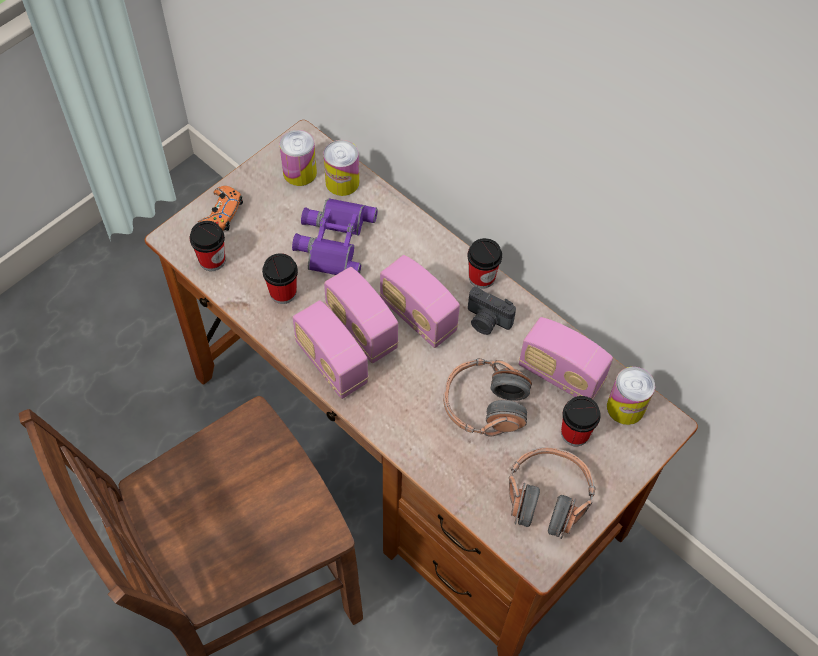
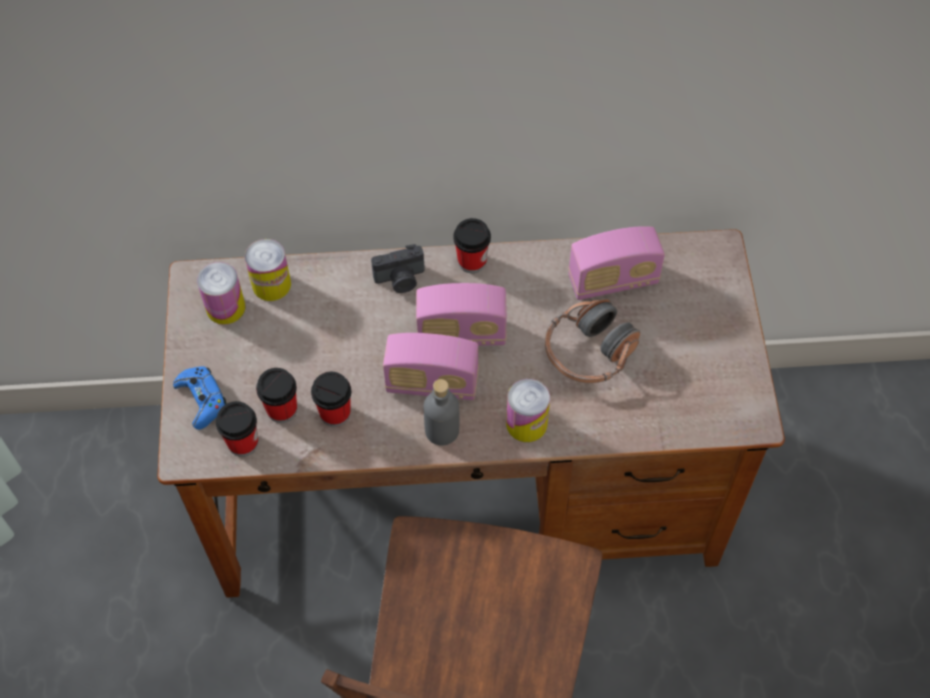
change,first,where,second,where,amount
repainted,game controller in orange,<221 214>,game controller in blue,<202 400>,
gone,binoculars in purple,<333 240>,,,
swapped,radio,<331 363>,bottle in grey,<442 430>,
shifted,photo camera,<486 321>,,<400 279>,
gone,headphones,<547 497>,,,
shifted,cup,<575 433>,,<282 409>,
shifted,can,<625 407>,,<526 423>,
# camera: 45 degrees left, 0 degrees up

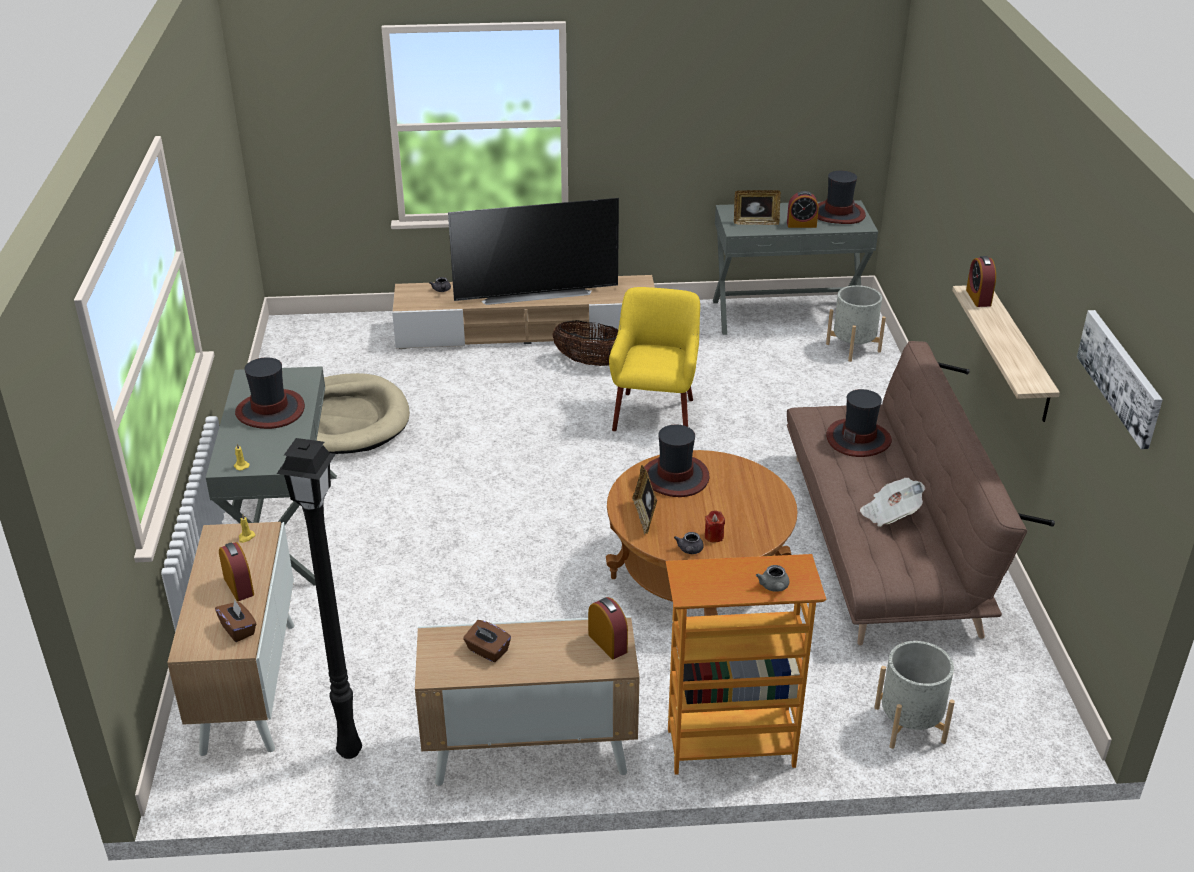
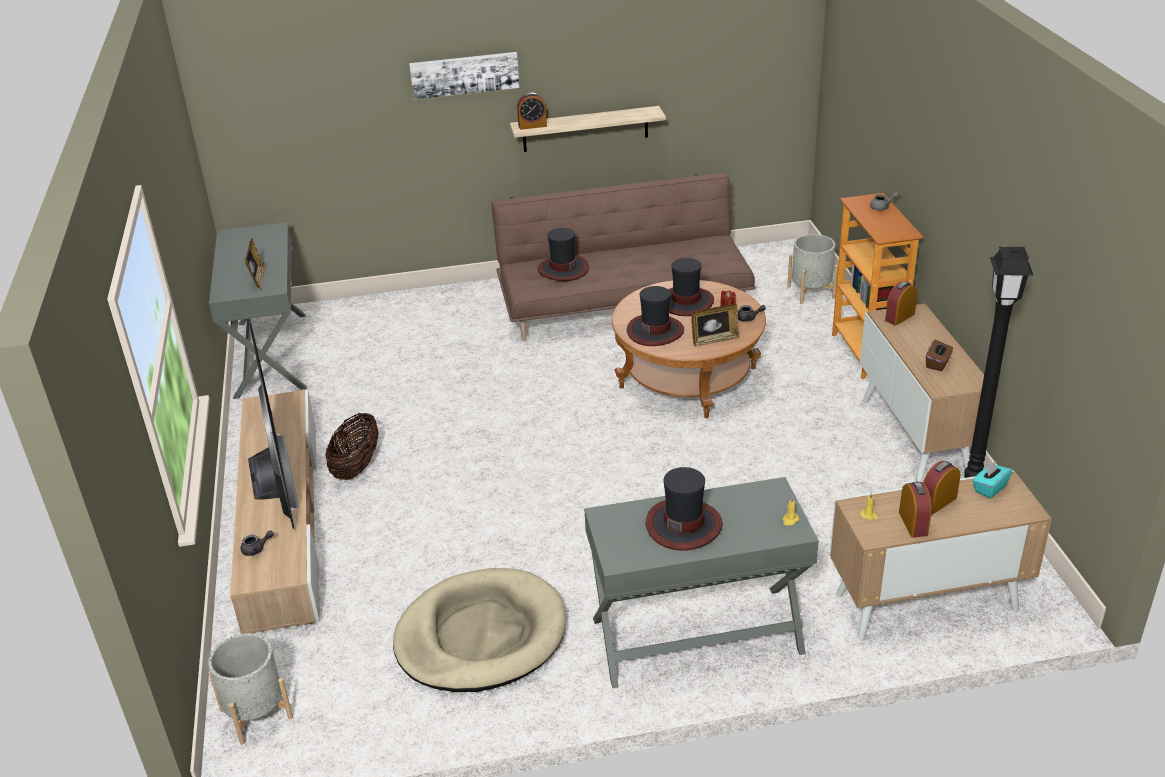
change,first,where,second,where,amount
repainted,tissue box in brown,<238 629>,tissue box in turquoise,<989 488>,
gone,armchair in yellow,<655 414>,,,
shifted,alarm clock,<801 225>,,<913 523>,
shifted,hat,<838 214>,,<686 302>,
shifted,planter in grey,<853 348>,,<256 714>,
gone,newspaper,<890 514>,,,
shifted,picture,<1121 376>,,<464 74>,
# camera: 95 degrees left, 0 degrees up

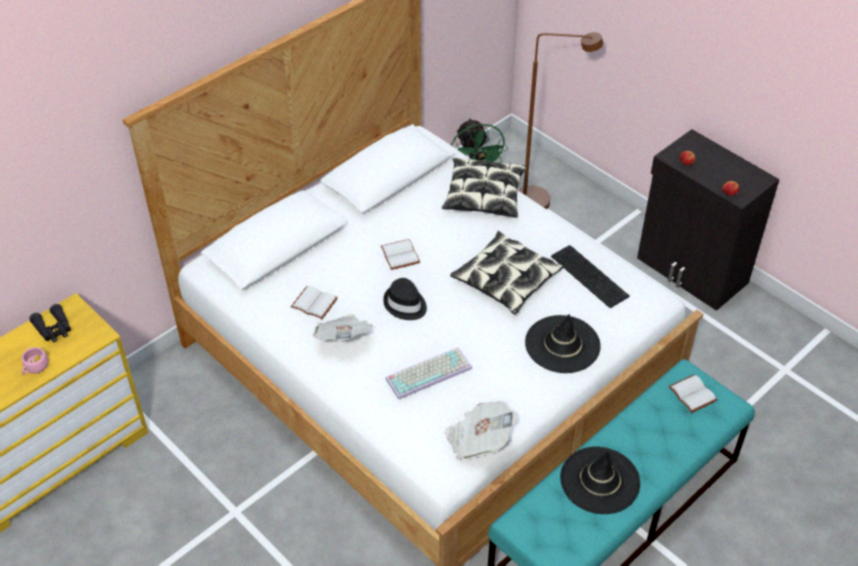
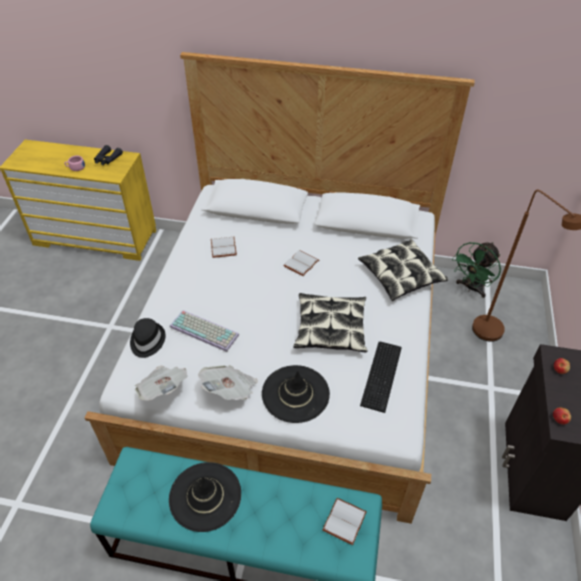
change,first,where,second,where,amount
shifted,newspaper,<343 338>,,<230 390>,
shifted,hat in black,<405 304>,,<147 341>,
# camera: 55 degrees right, 0 degrees up

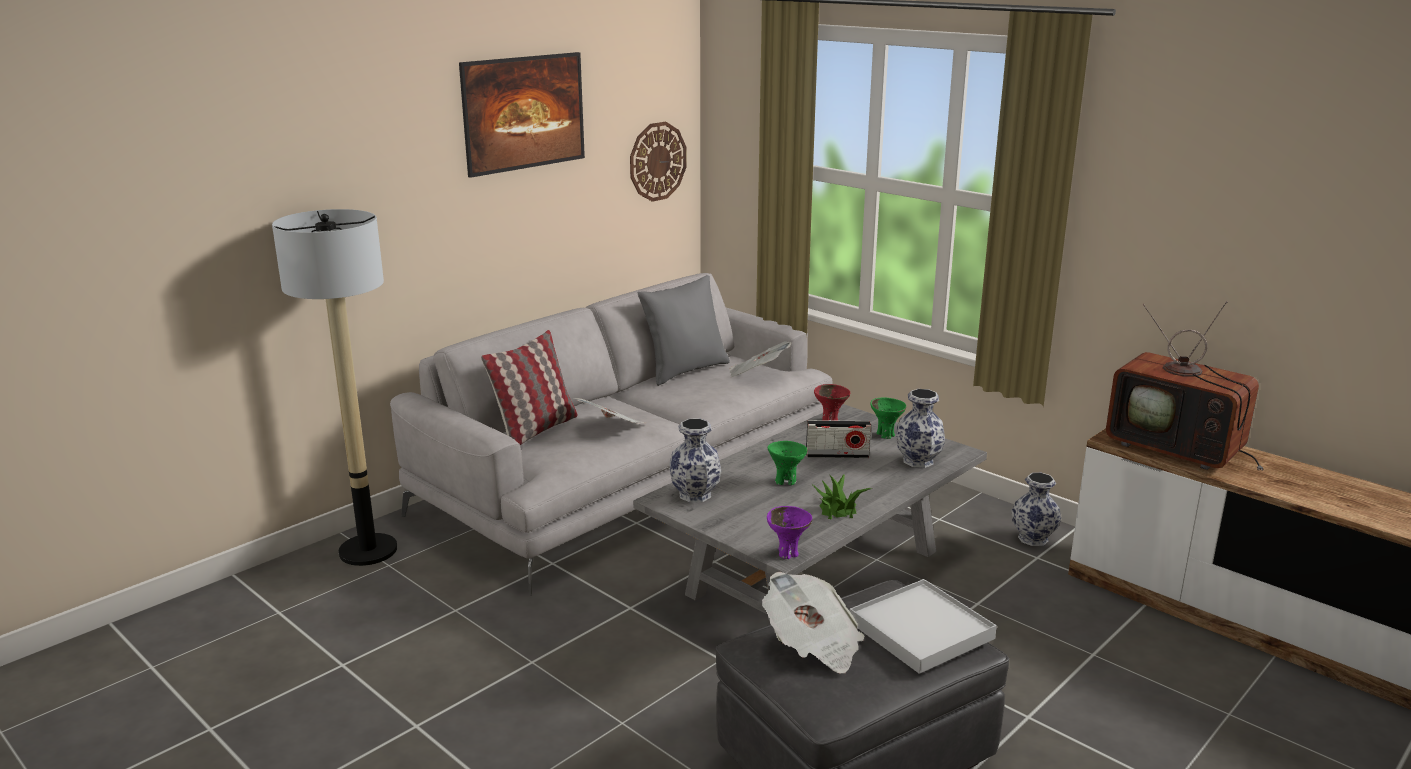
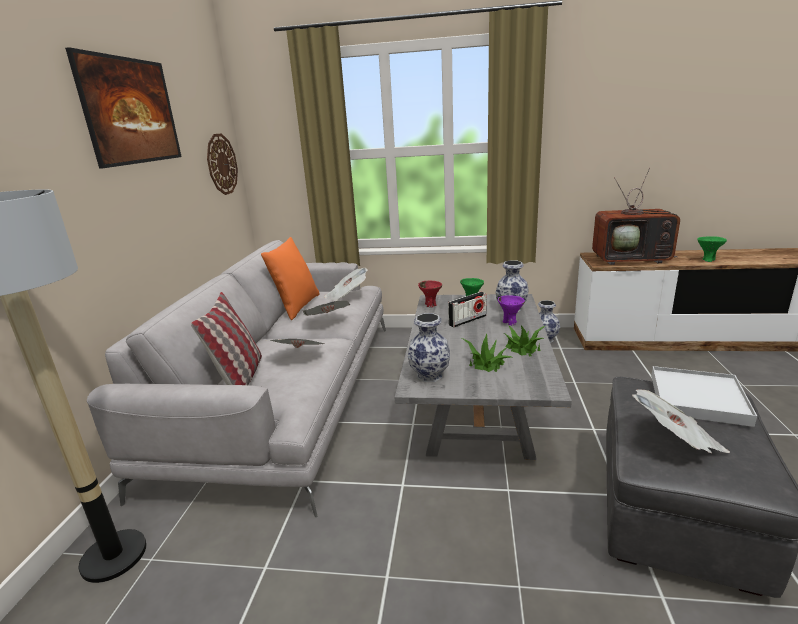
change,first,where,second,where,amount
repainted,pillow in grey,<685 370>,pillow in orange,<297 307>,
shifted,bowl in purple,<787 553>,,<510 322>,
shifted,bowl in green,<785 481>,,<708 260>,
new,,,newspaper,<327 321>,
new,,,potted plant,<486 363>,
# camera: 35 degrees left, 0 degrees up

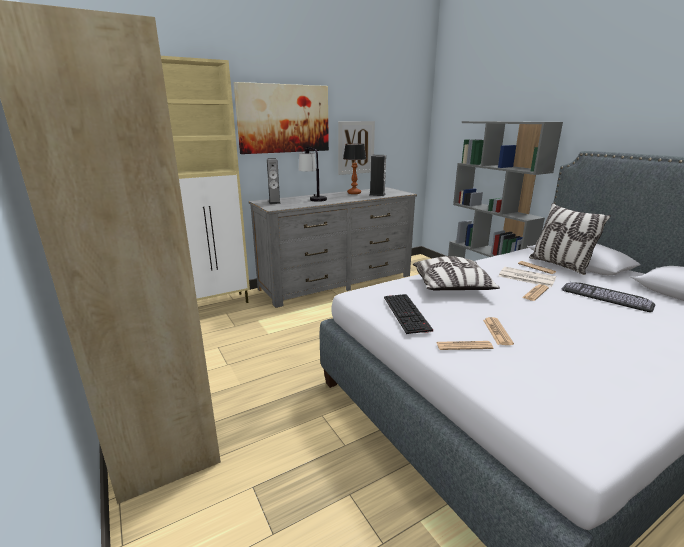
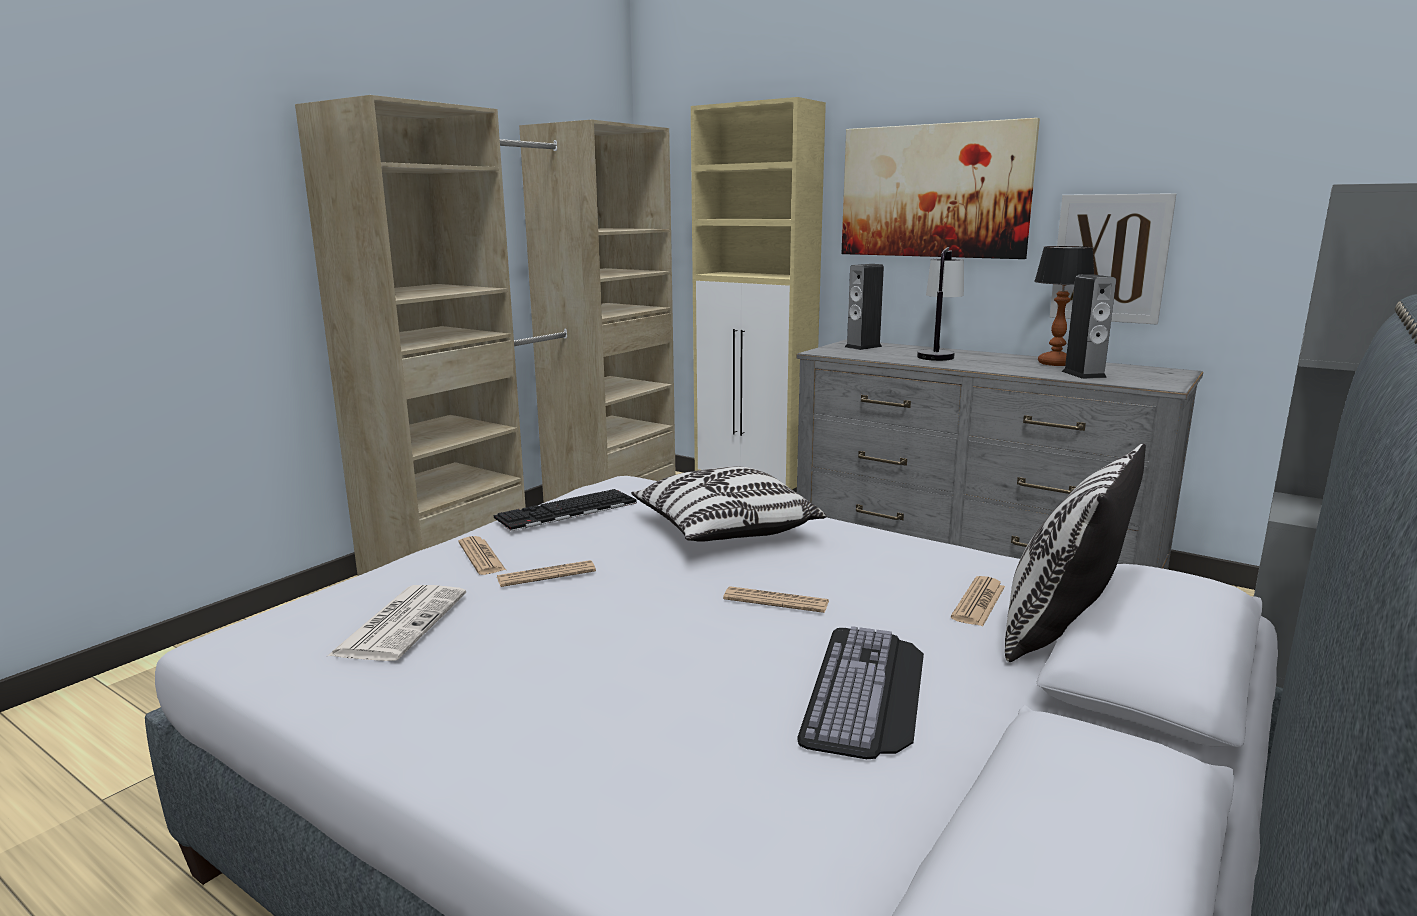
change,first,where,second,where,amount
shifted,newspaper,<525 277>,,<401 623>,
# camera: 65 degrees right, 5 degrees down

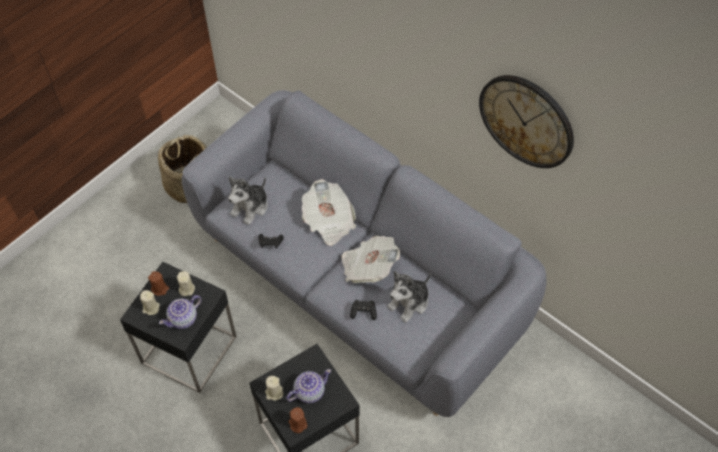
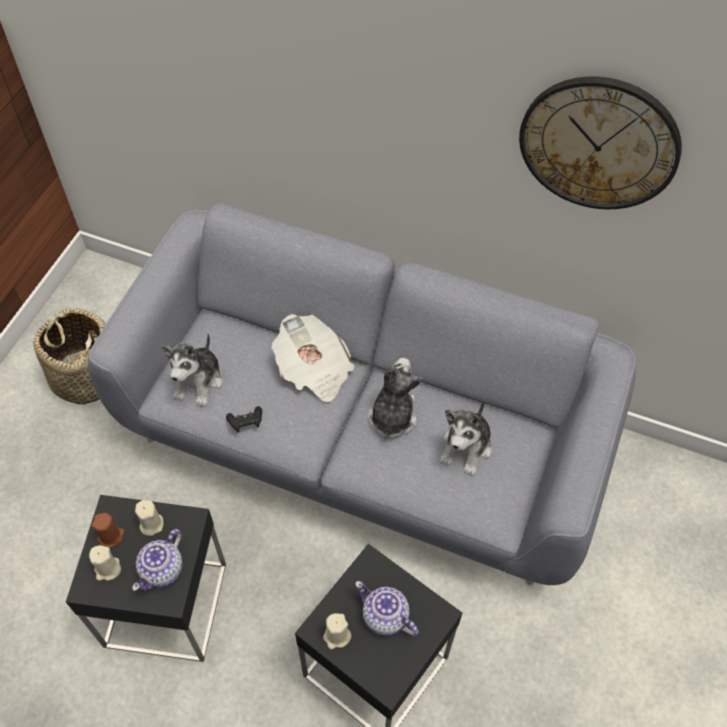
change,first,where,second,where,amount
rotated,teapot,<309 391>,,<385 617>,90 degrees counterclockwise
gone,candle in brown,<298 424>,,,
swapped,newspaper,<368 267>,plush toy,<392 416>,
gone,game controller in black,<363 312>,,,
# camera: 20 degrees left, 0 degrees up

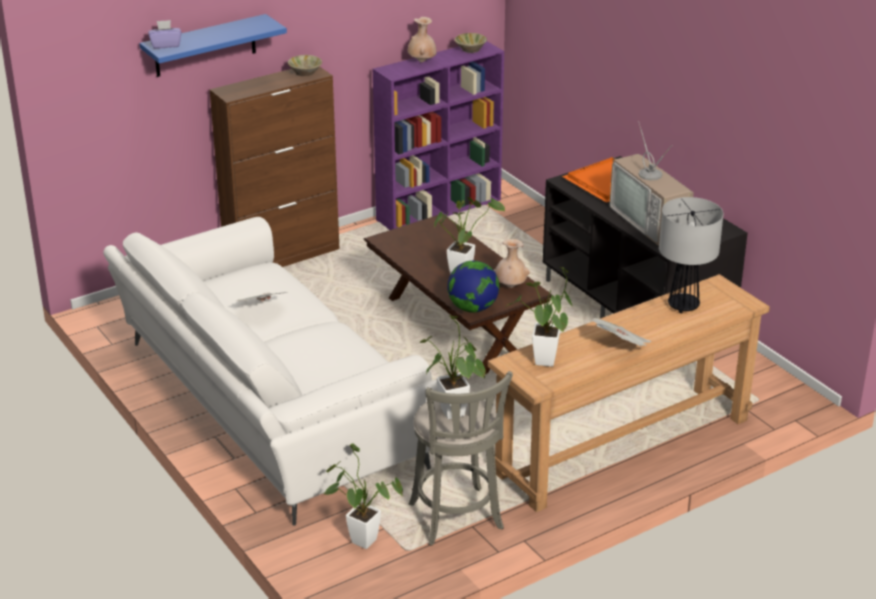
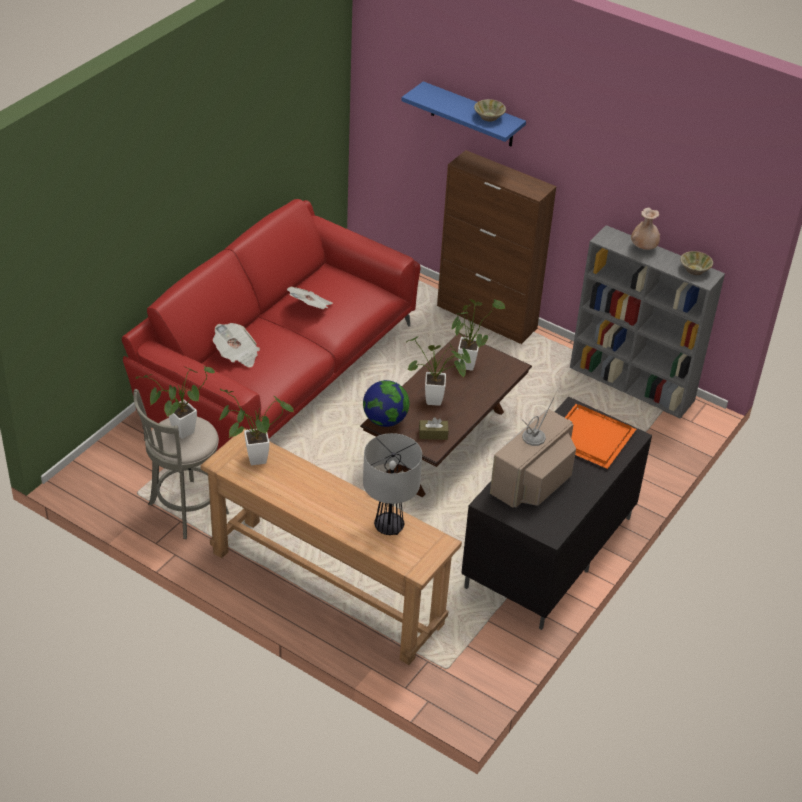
change,first,where,second,where,amount
repainted,sofa in white,<267 405>,sofa in red,<278 371>,
gone,tissue box in purple,<166 45>,,,
shifted,bowl in beige,<305 72>,,<489 117>,
shifted,potted plant,<359 539>,,<468 362>,
repainted,bookcase in purple,<440 209>,bookcase in grey,<633 384>,
swapped,vase in beige,<510 286>,tissue box in brown,<433 434>,
shifted,newspaper,<621 346>,,<237 355>,
# camera: 65 degrees right, 10 degrees up

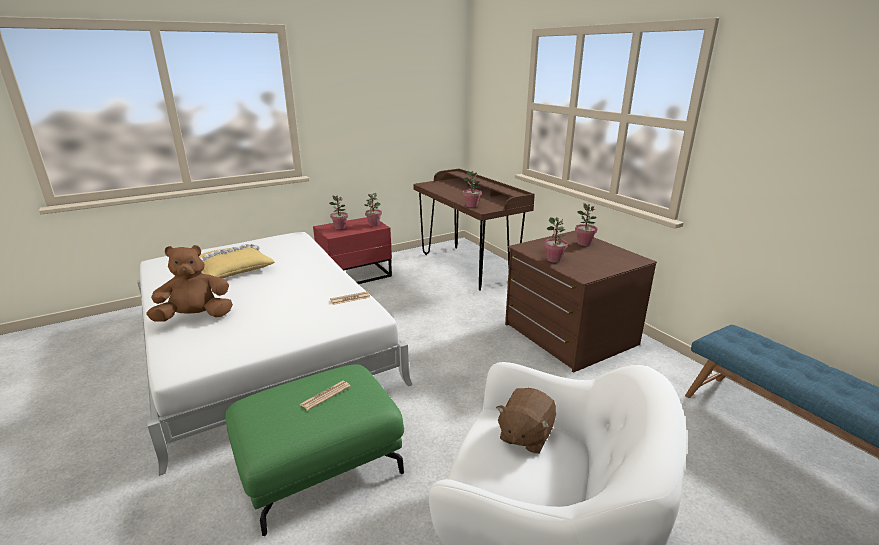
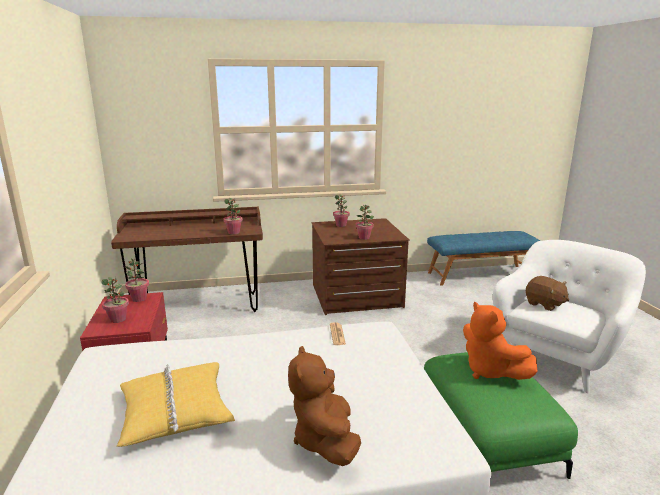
change,first,where,second,where,amount
swapped,newspaper,<325 395>,plush toy in orange,<490 371>,
# camera: 70 degrees left, 5 degrees down

